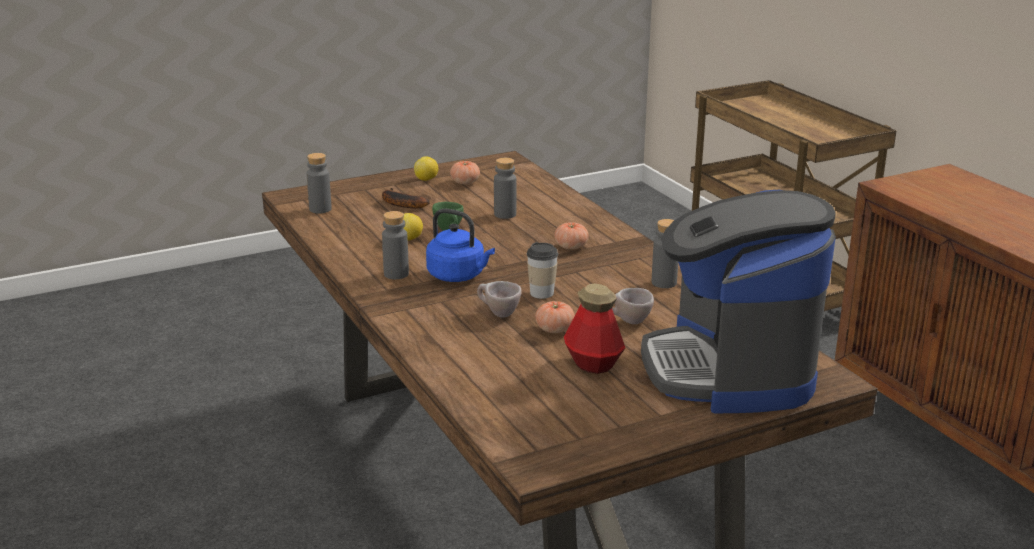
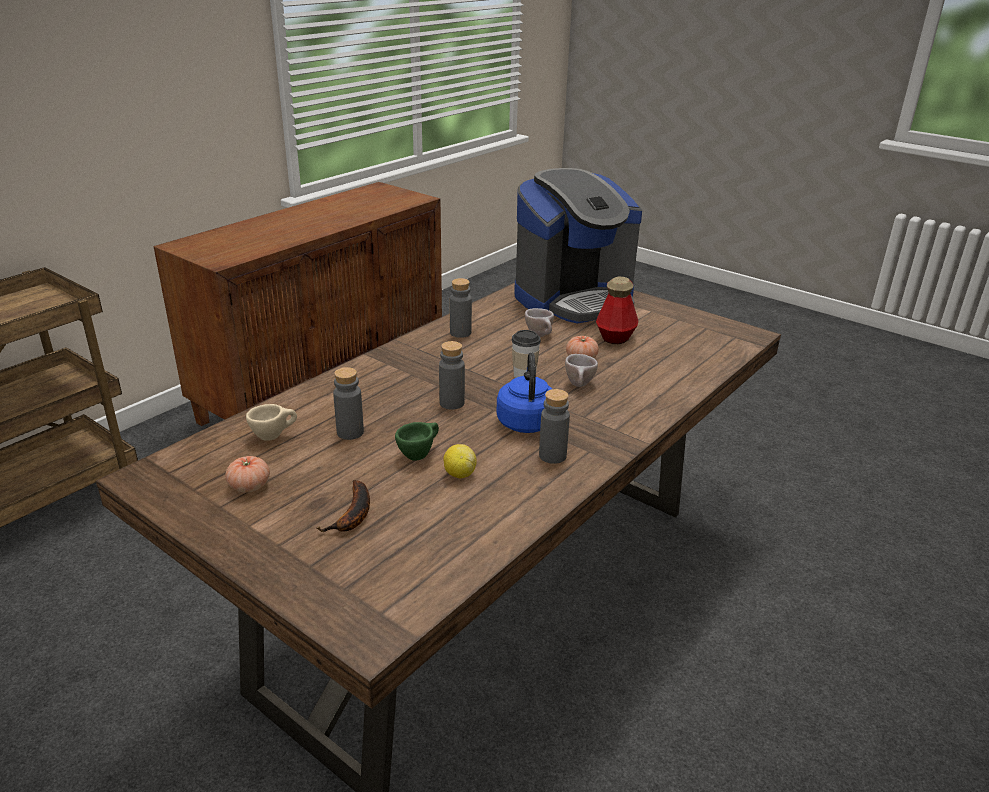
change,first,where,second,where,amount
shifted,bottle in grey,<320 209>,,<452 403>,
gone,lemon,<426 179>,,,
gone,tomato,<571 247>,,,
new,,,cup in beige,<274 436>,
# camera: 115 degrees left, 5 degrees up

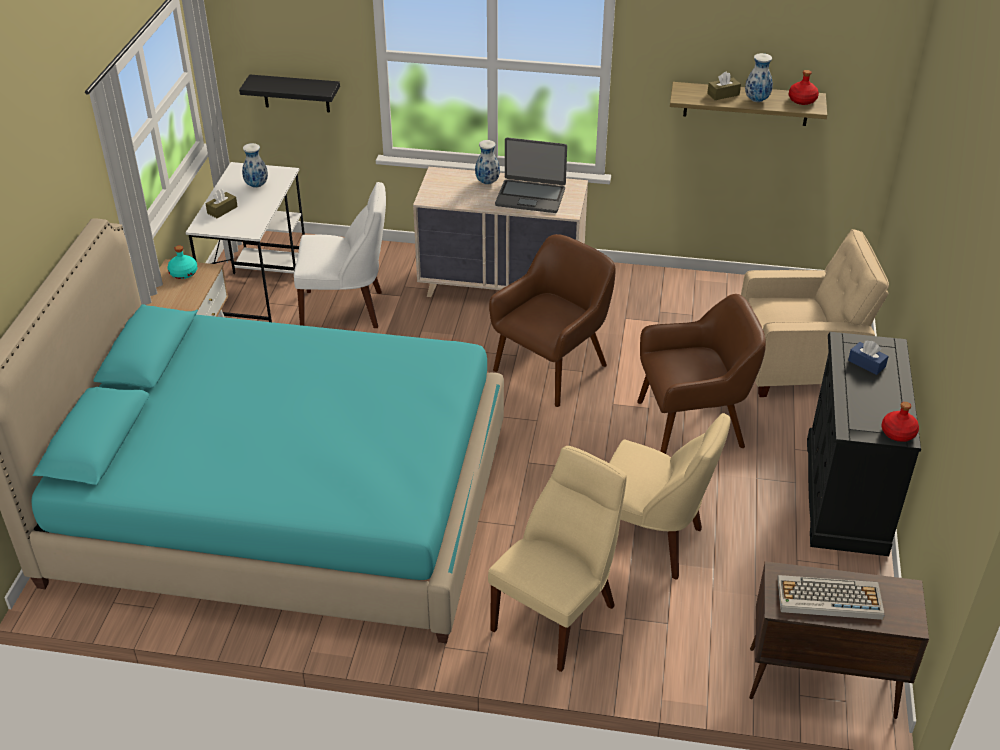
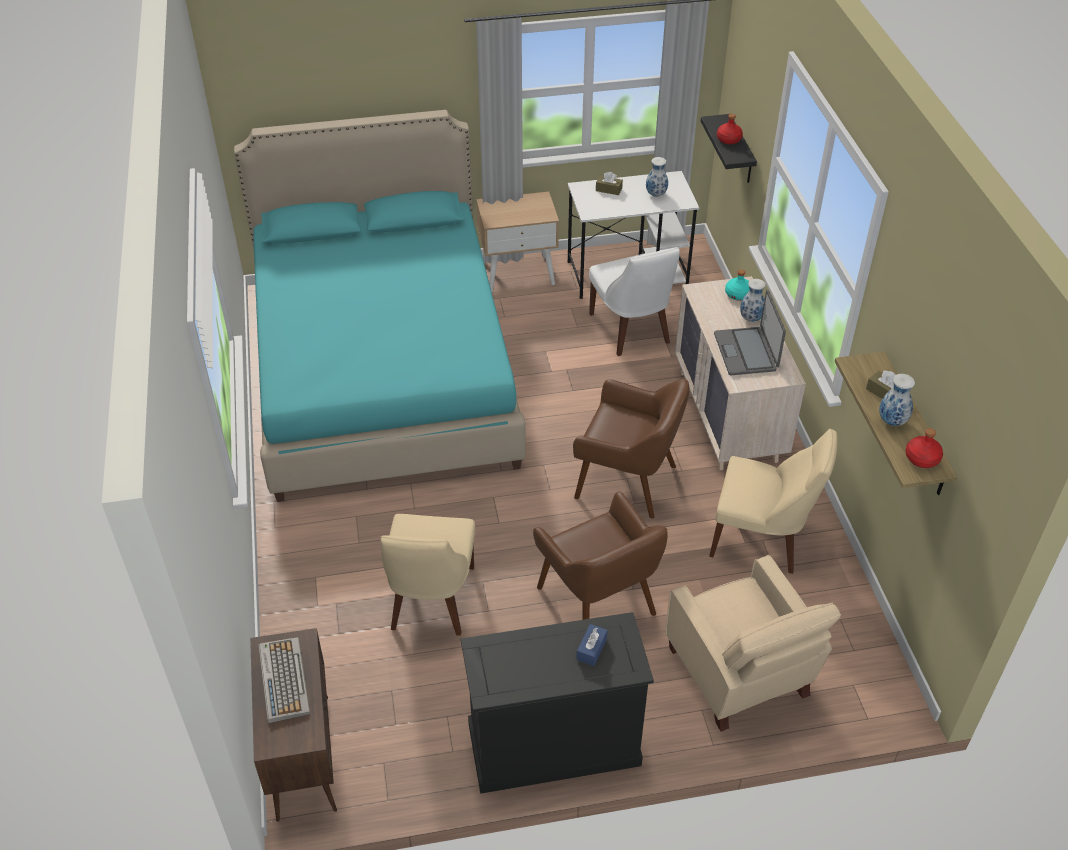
change,first,where,second,where,amount
shifted,bottle in turquoise,<184 273>,,<738 294>,
shifted,chair in beige,<558 614>,,<761 541>,
shifted,bottle in red,<898 433>,,<728 139>,
# camera: 70 degrees right, 5 degrees up

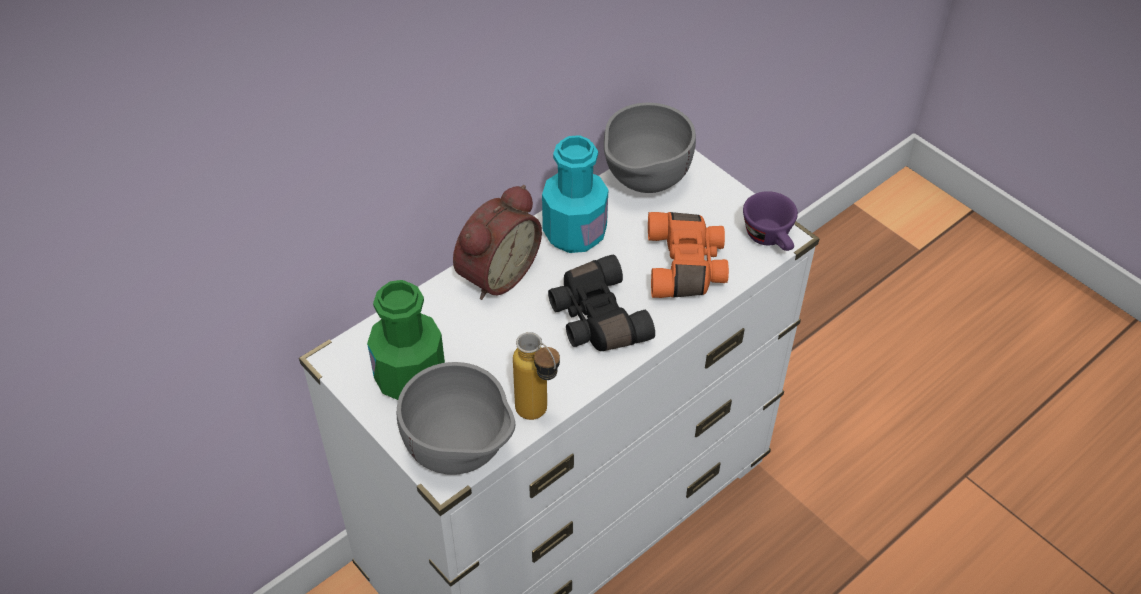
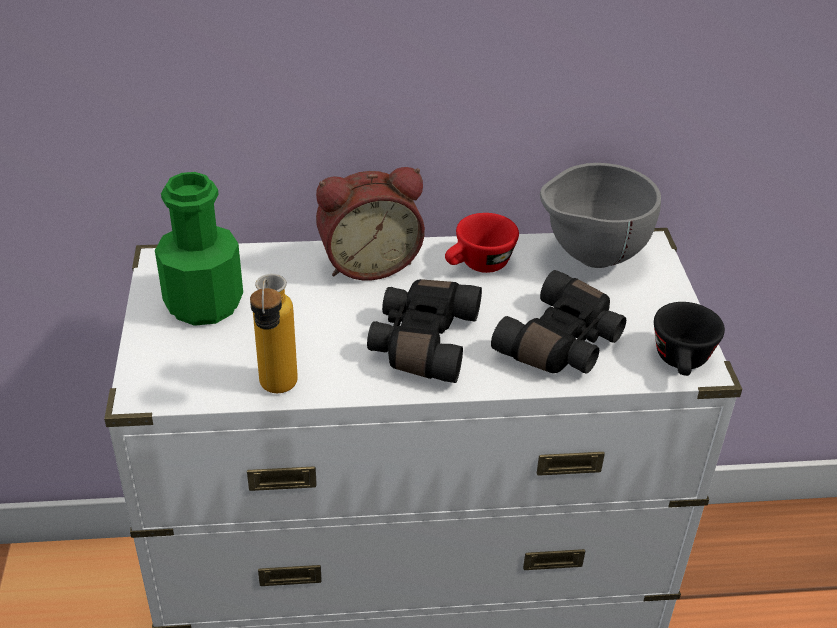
change,first,where,second,where,amount
gone,bowl in grey,<462 455>,,,
swapped,bottle in turquoise,<574 233>,cup in red,<478 266>,
repainted,binoculars in orange,<687 266>,binoculars in black,<563 344>,
repainted,cup in purple,<771 239>,cup in black,<682 363>,
# camera: 35 degrees right, 10 degrees down

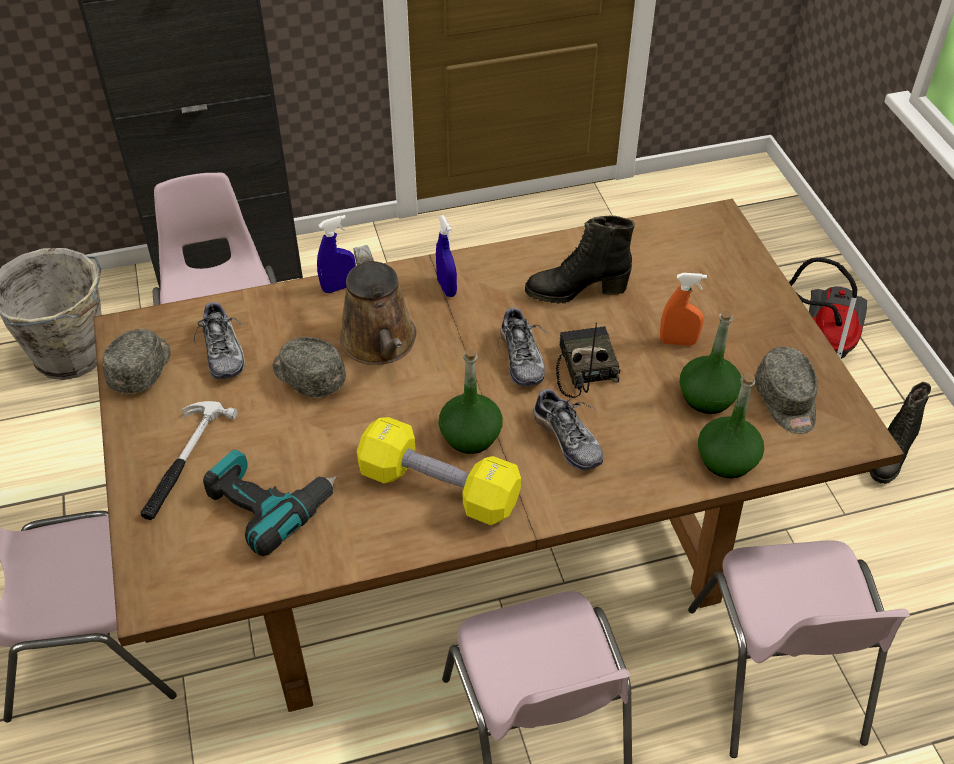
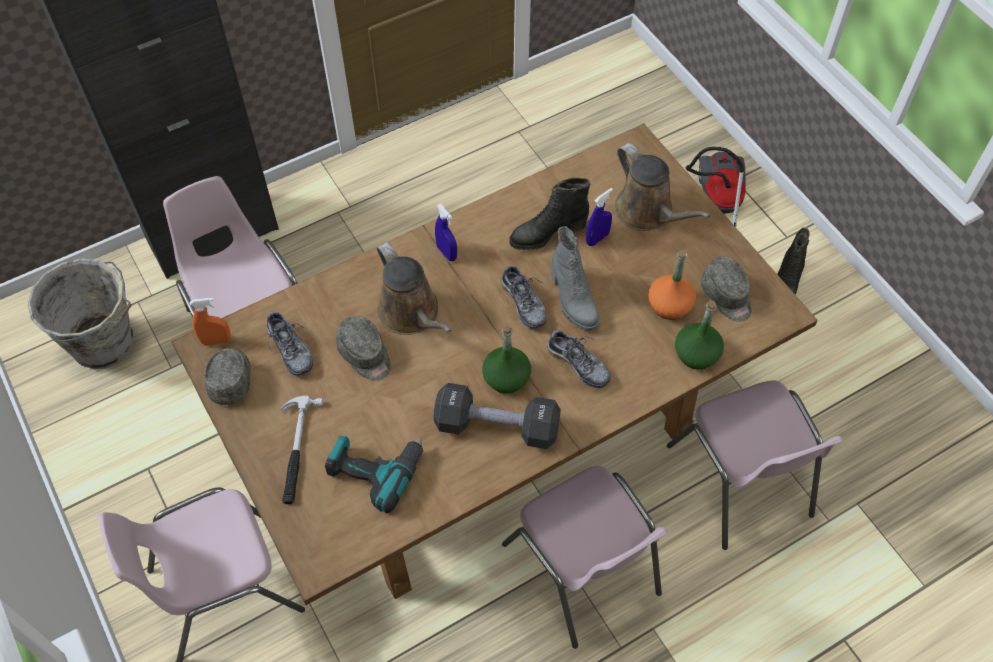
change,first,where,second,where,amount
rotated,cap in grey,<308 376>,,<365 355>,150 degrees counterclockwise
shifted,spray bottle in blue,<339 287>,,<597 238>,
repainted,dumbbell in yellow,<439 488>,dumbbell in black,<497 426>,
swapped,radio,<583 367>,boot in grey,<572 300>,
shifted,spray bottle in orange,<678 342>,,<216 341>,
repainted,bottle in green,<707 397>,bottle in orange,<669 305>,
new,,,watering can in brown,<648 212>,
# camera: 15 degrees left, 10 degrees up

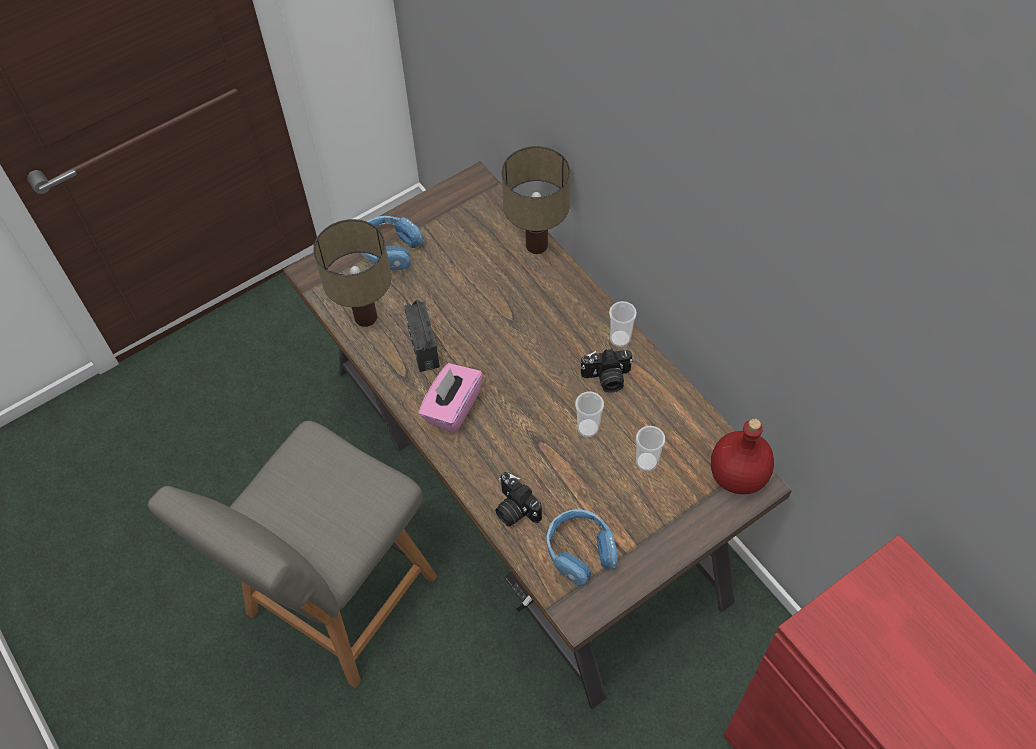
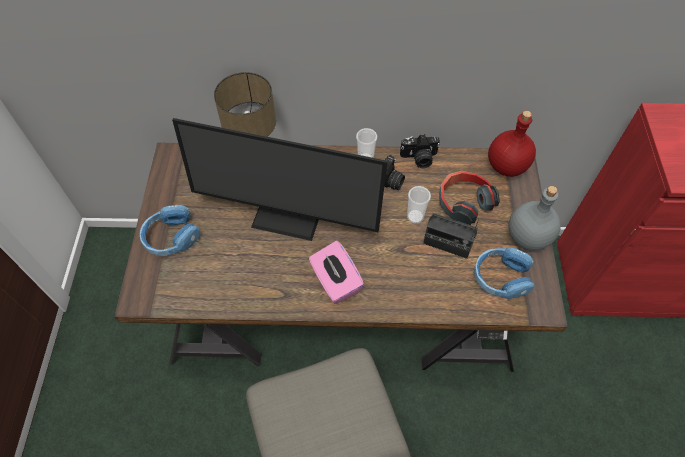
change,first,where,second,where,amount
gone,table lamp,<366 318>,,,
shifted,radio,<423 347>,,<447 244>,
shifted,photo camera,<514 509>,,<419 158>,
swapped,cup,<646 462>,headphones,<463 203>,
new,,,monitor,<289 210>,
new,,,bottle in grey,<527 236>,
# camera: 55 degrees left, 0 degrees up

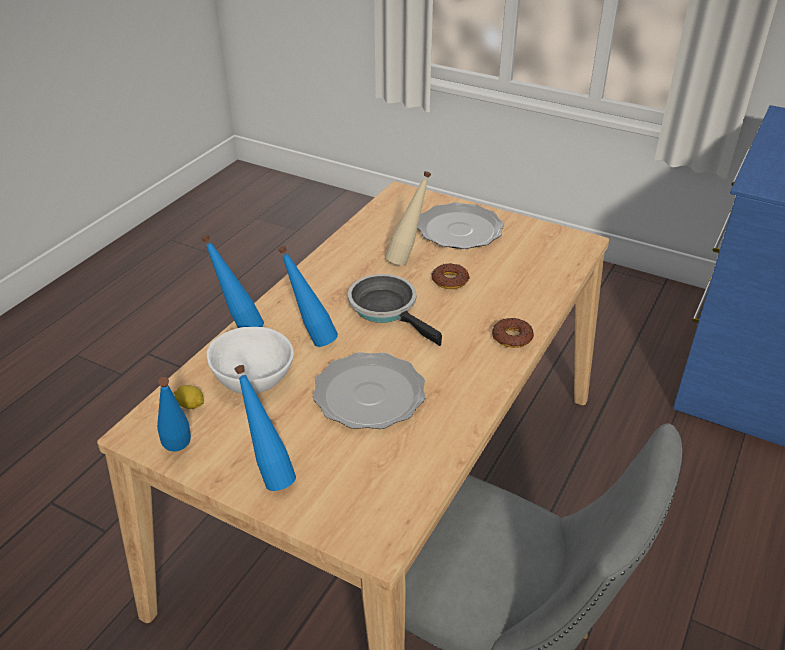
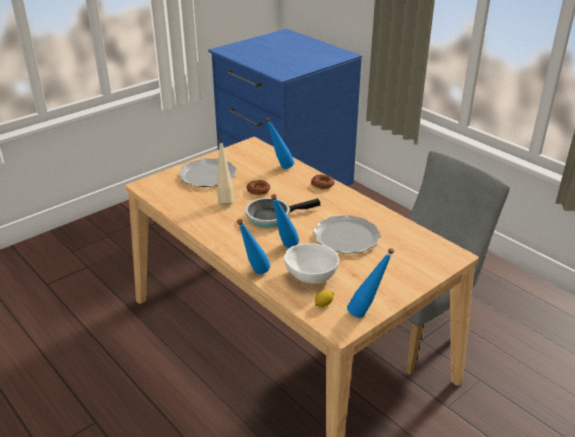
change,first,where,second,where,amount
shifted,bottle in blue,<270 474>,,<280 168>,
# camera: 70 degrees left, 5 degrees down

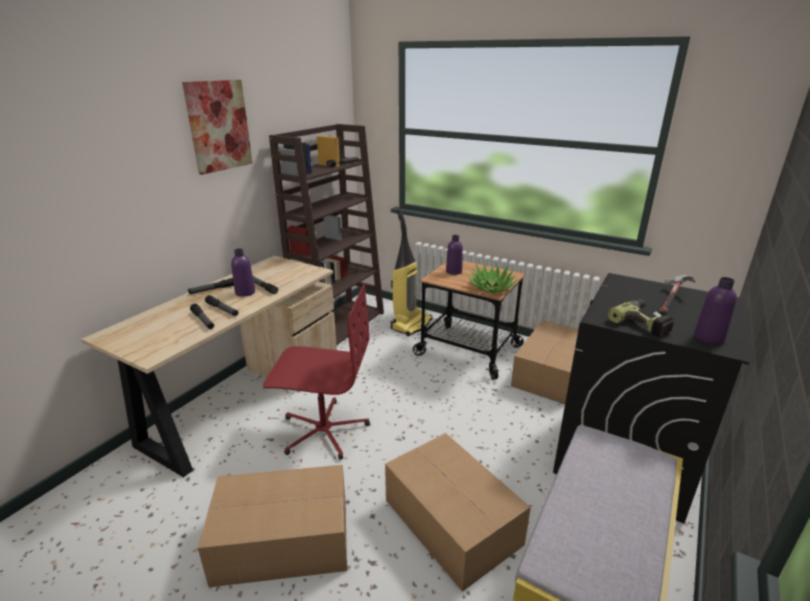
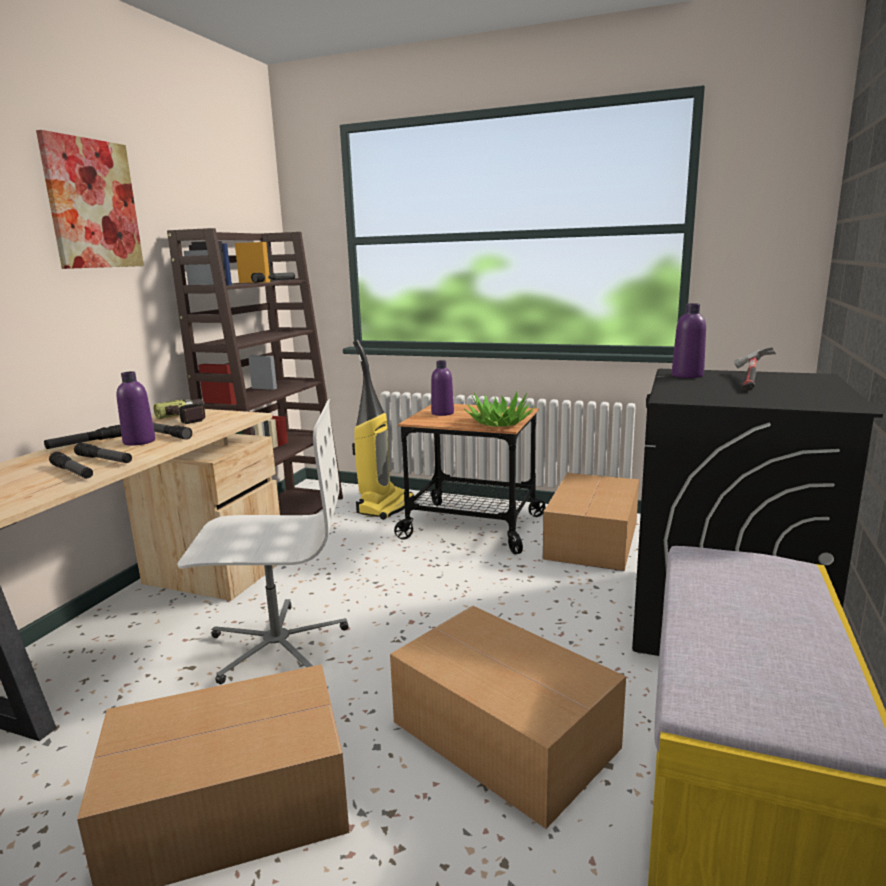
change,first,where,second,where,amount
repainted,office chair in red,<323 430>,office chair in white,<276 644>,
shifted,power drill,<644 323>,,<190 417>,
shifted,bottle in purple,<708 337>,,<687 375>,
# camera: 10 degrees left, 10 degrees down

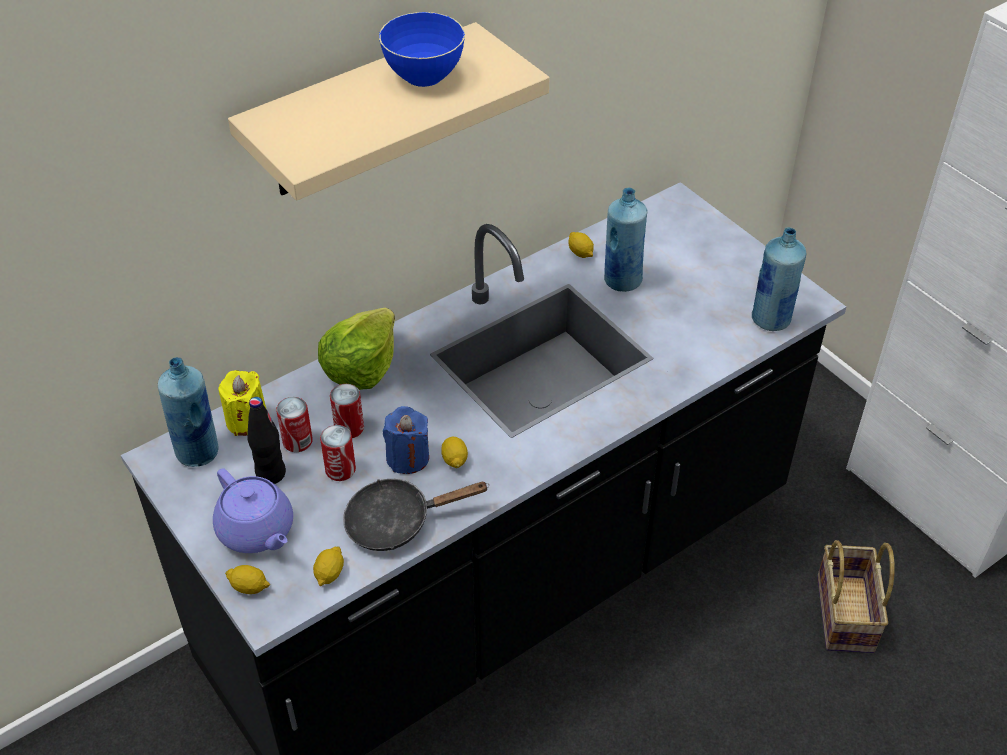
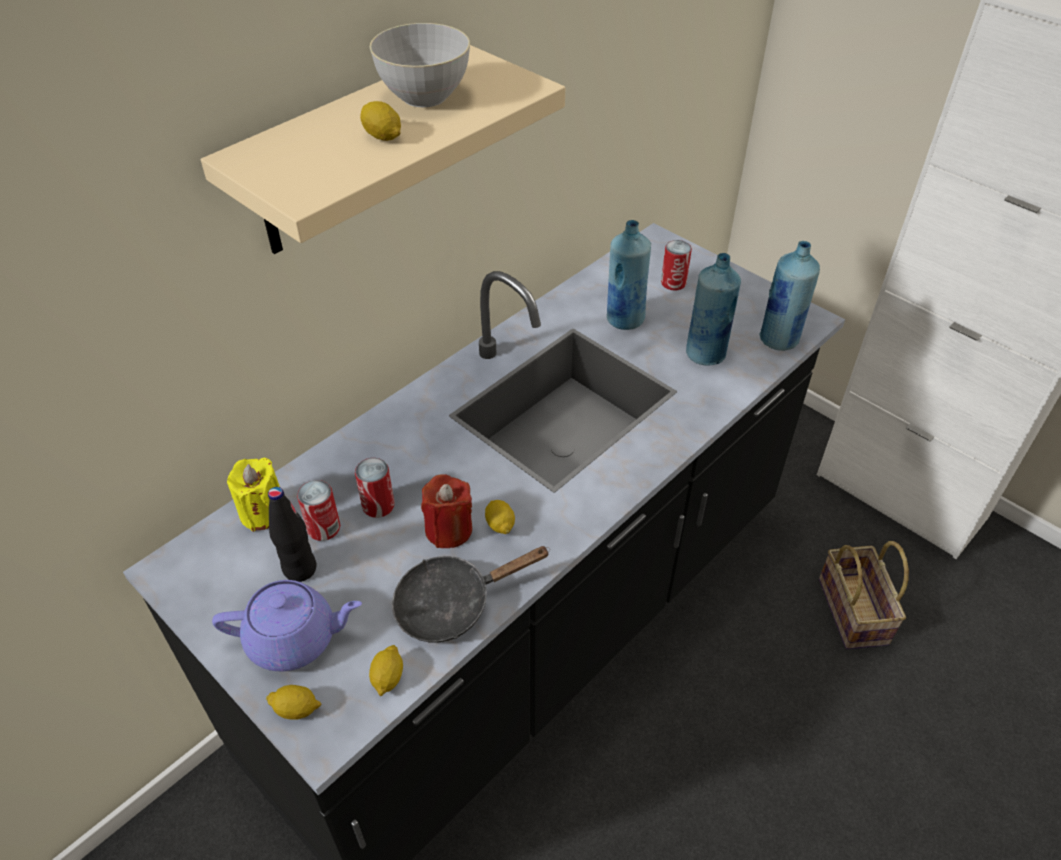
change,first,where,second,where,amount
shifted,bottle in blue,<198 452>,,<705 354>,
rotated,teapot in purple,<257 531>,,<294 639>,45 degrees counterclockwise
gone,lettuce,<360 366>,,,
shifted,can,<340 470>,,<673 283>,
repainted,bowl in blue,<424 75>,bowl in grey,<424 96>,
repainted,candle in blue,<407 458>,candle in red,<449 529>,
shifted,lemon,<580 253>,,<382 136>,
# camera: 10 degrees left, 0 degrees up

